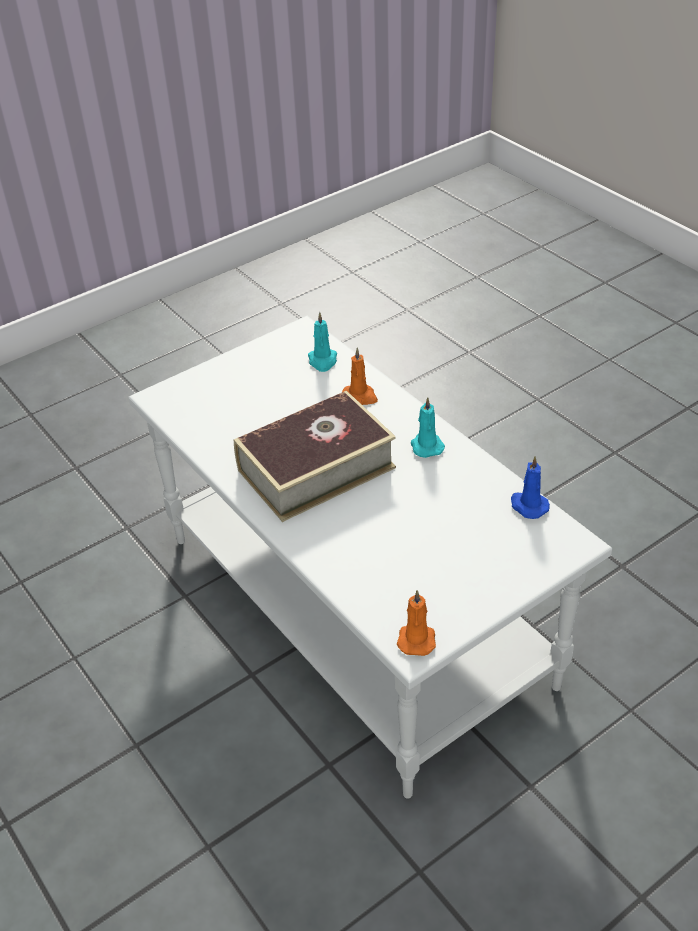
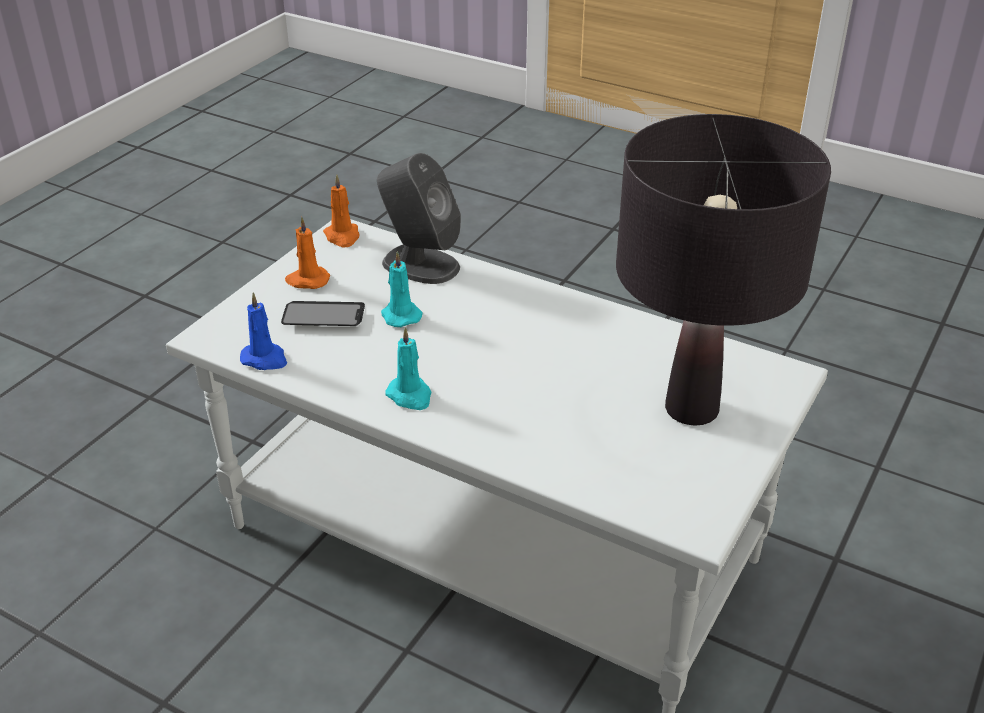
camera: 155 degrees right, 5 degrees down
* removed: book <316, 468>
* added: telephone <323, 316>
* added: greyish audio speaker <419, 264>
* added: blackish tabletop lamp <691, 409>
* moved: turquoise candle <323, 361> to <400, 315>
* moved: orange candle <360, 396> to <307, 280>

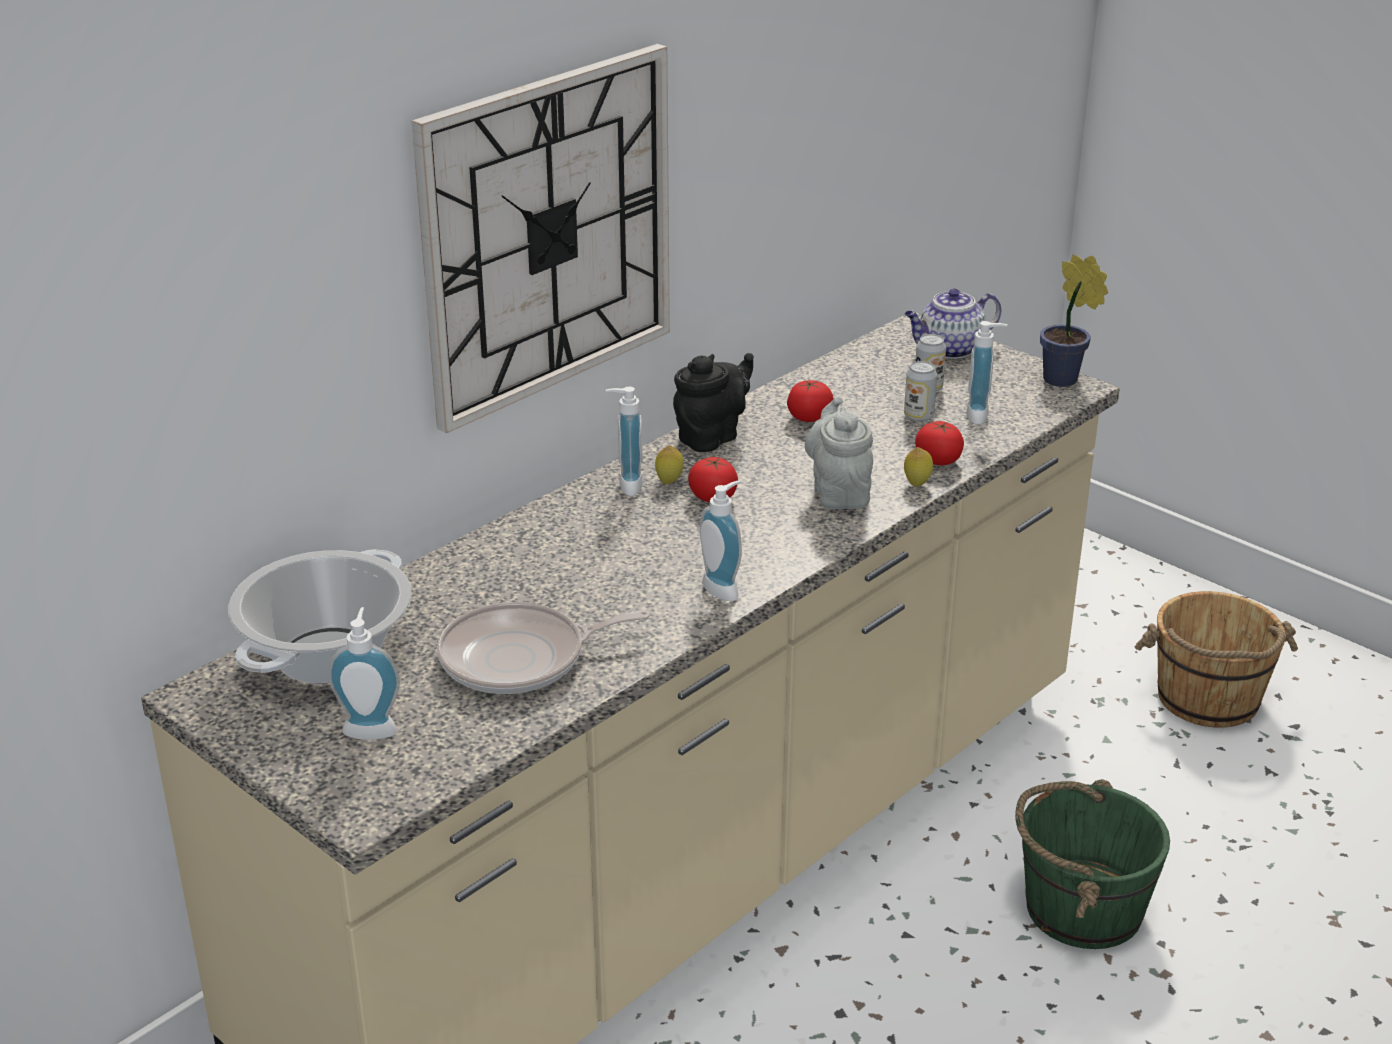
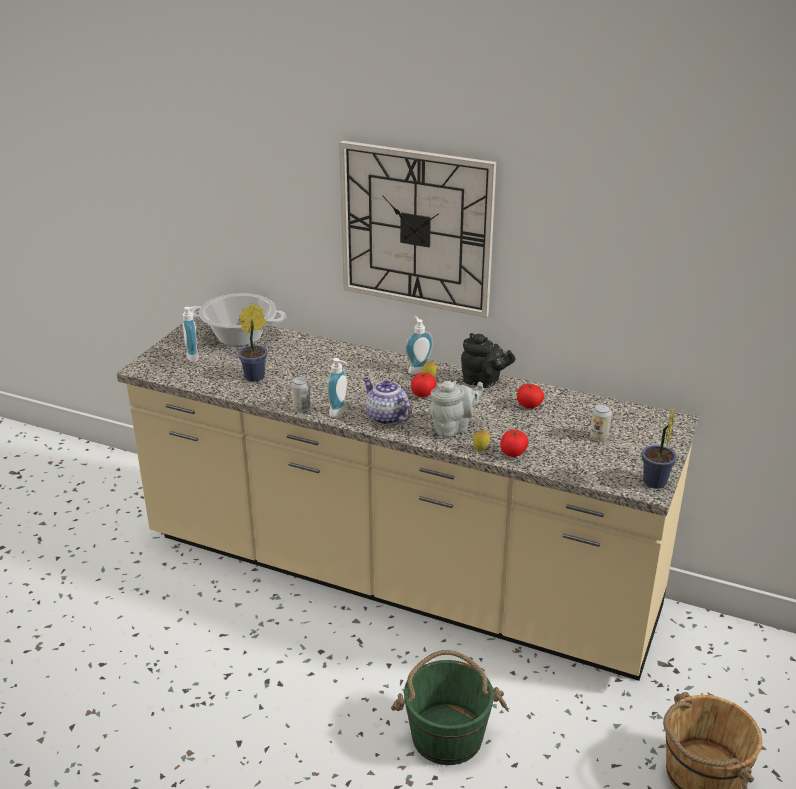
camera: 70 degrees right, 0 degrees up
* removed: soap bottle <982, 415>
* moved: sealed can <918, 416> to <301, 408>
* moved: tea pot <949, 349> to <385, 416>
* replaced: skillet <520, 659> to houseplant <257, 376>

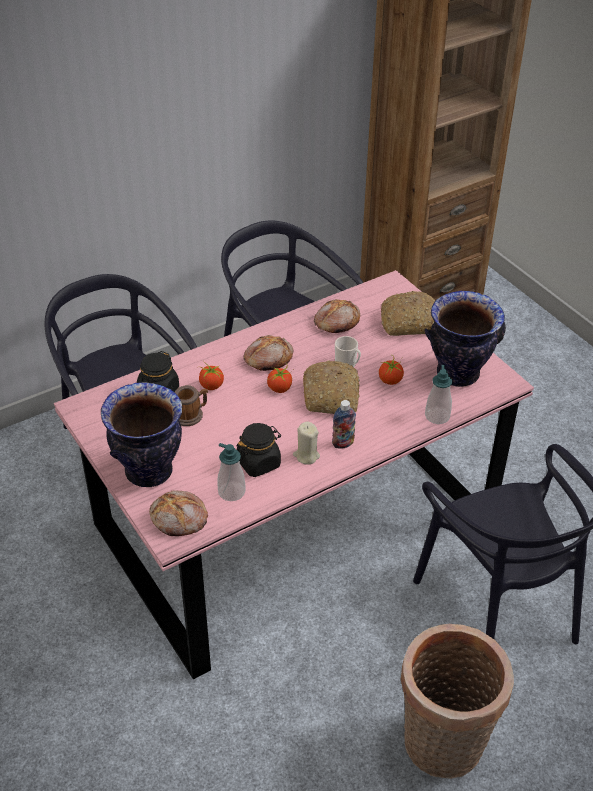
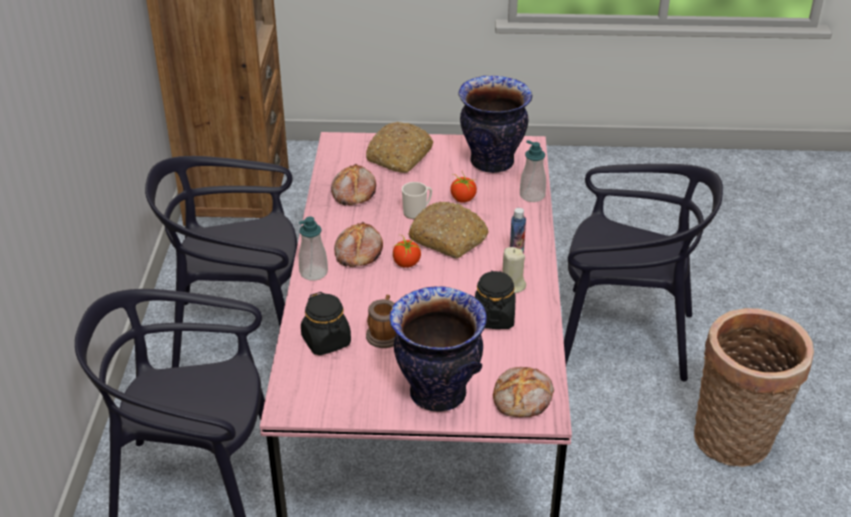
camera: 55 degrees left, 5 degrees down
* removed: whole tomato <211, 386>
* moved: soap bottle <231, 492> to <313, 272>

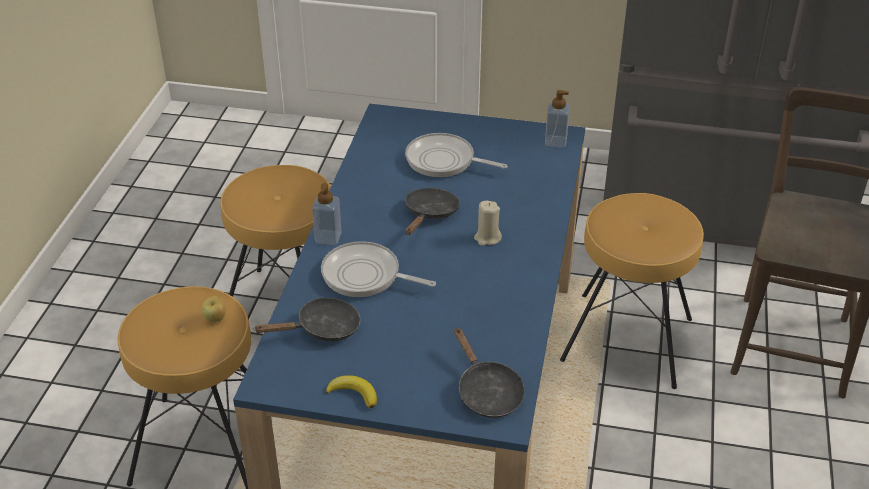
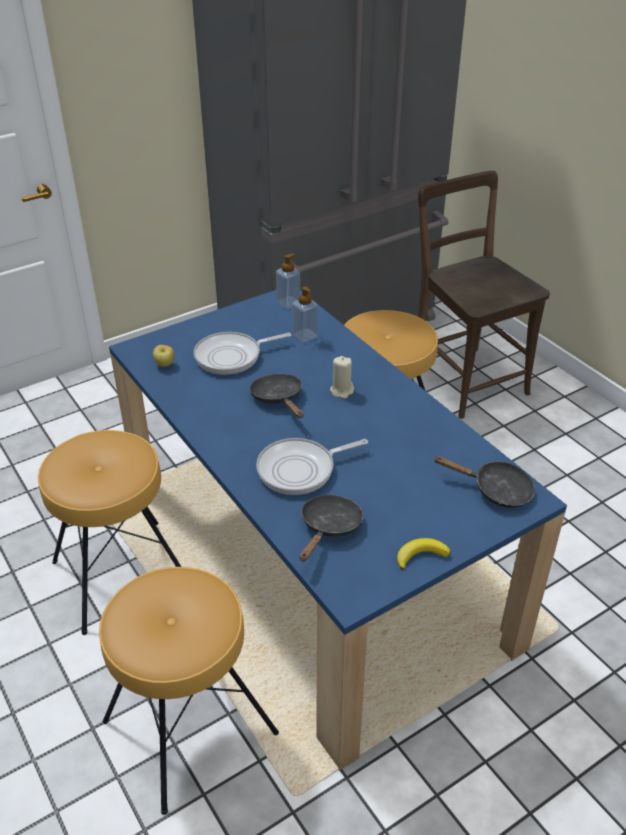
camera: 45 degrees left, 0 degrees up
* moved: whole apple <216, 318> to <165, 365>
* moved: soap bottle <328, 237> to <305, 336>

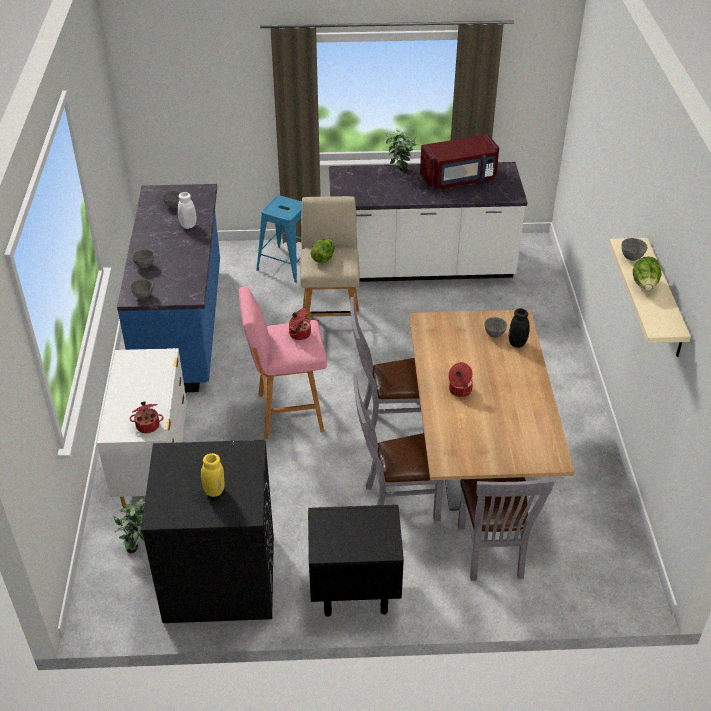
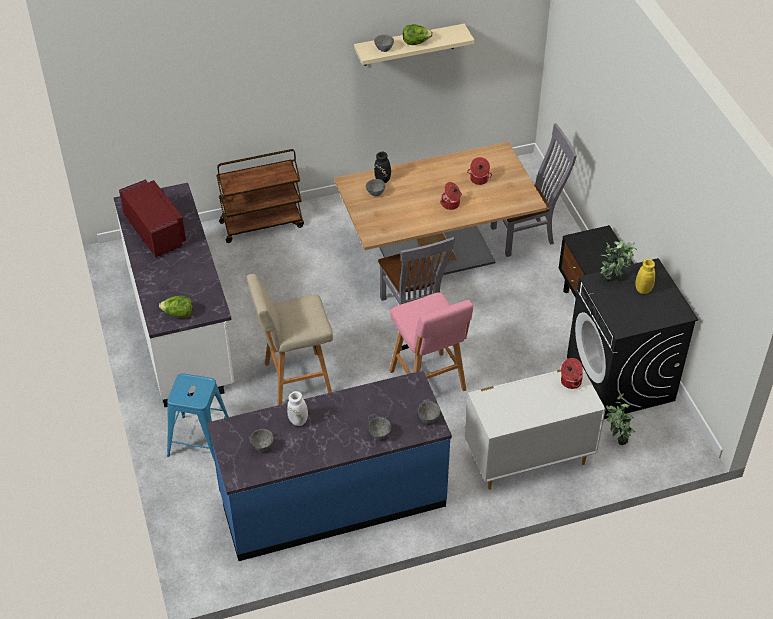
camera: 105 degrees left, 5 degrees up
* removed: greyish chair <397, 501>
* added: brownish wheeled cart <262, 224>
* moved: cooking pot <299, 333> to <479, 179>
* moved: lettuce head <323, 258> to <178, 314>
* moved: houseplant <400, 172> to <613, 279>

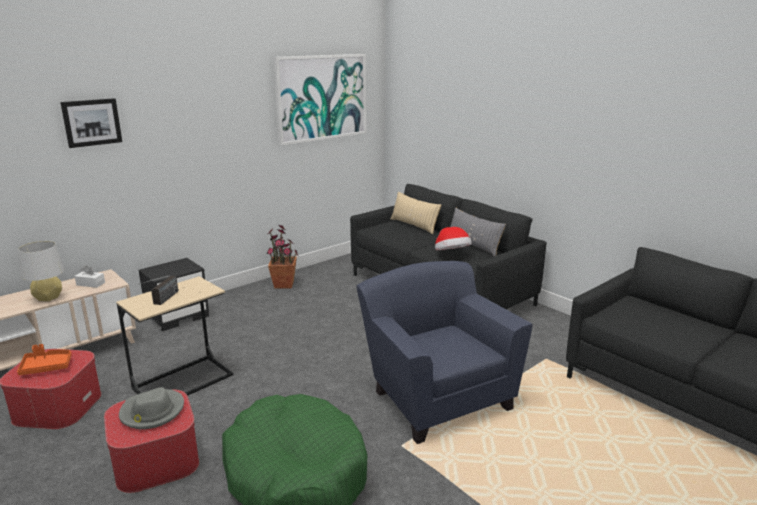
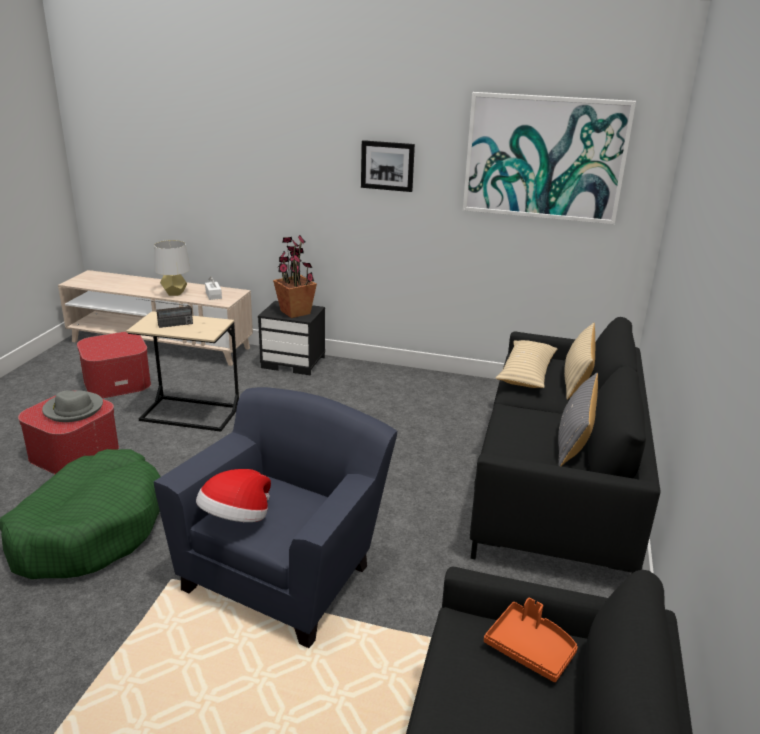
camera: 55 degrees right, 5 degrees up
* added: sand-coloured throw pillow <526, 373>
* moved: orange carrying tray <46, 367> to <530, 649>
* moved: wall art <91, 122> to <387, 165>
* moved: houseplant <284, 285> to <295, 312>
* moved: wearable hat <452, 254> to <236, 519>

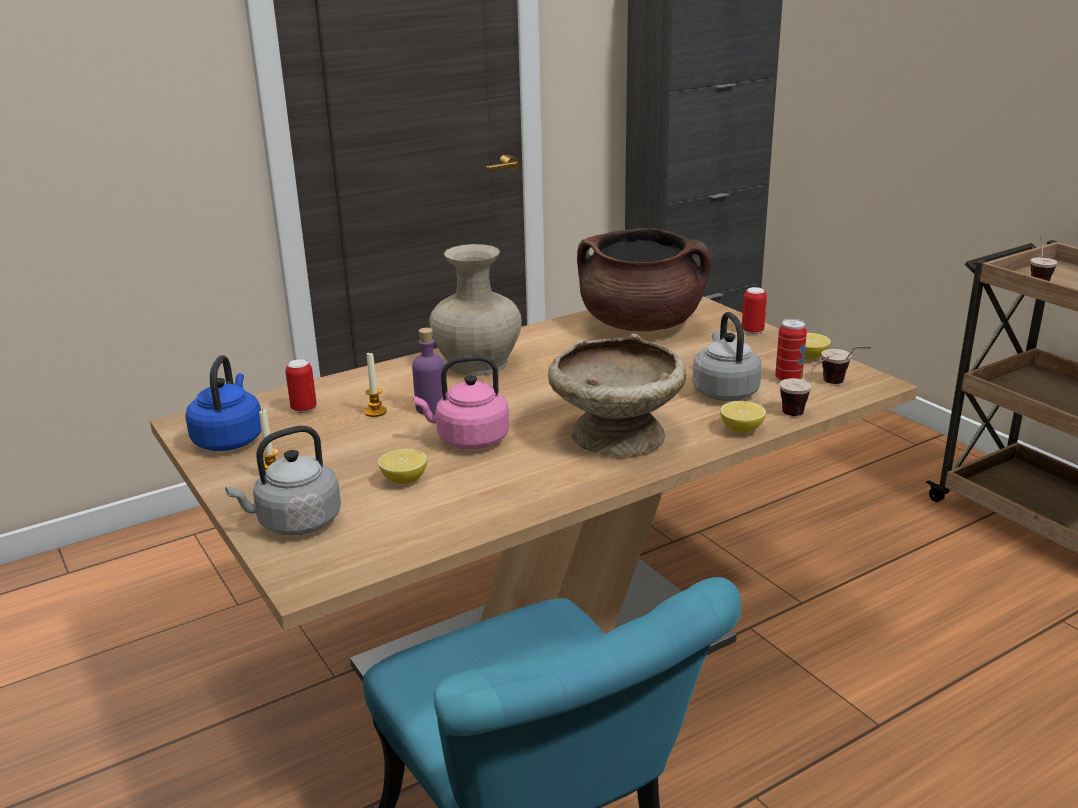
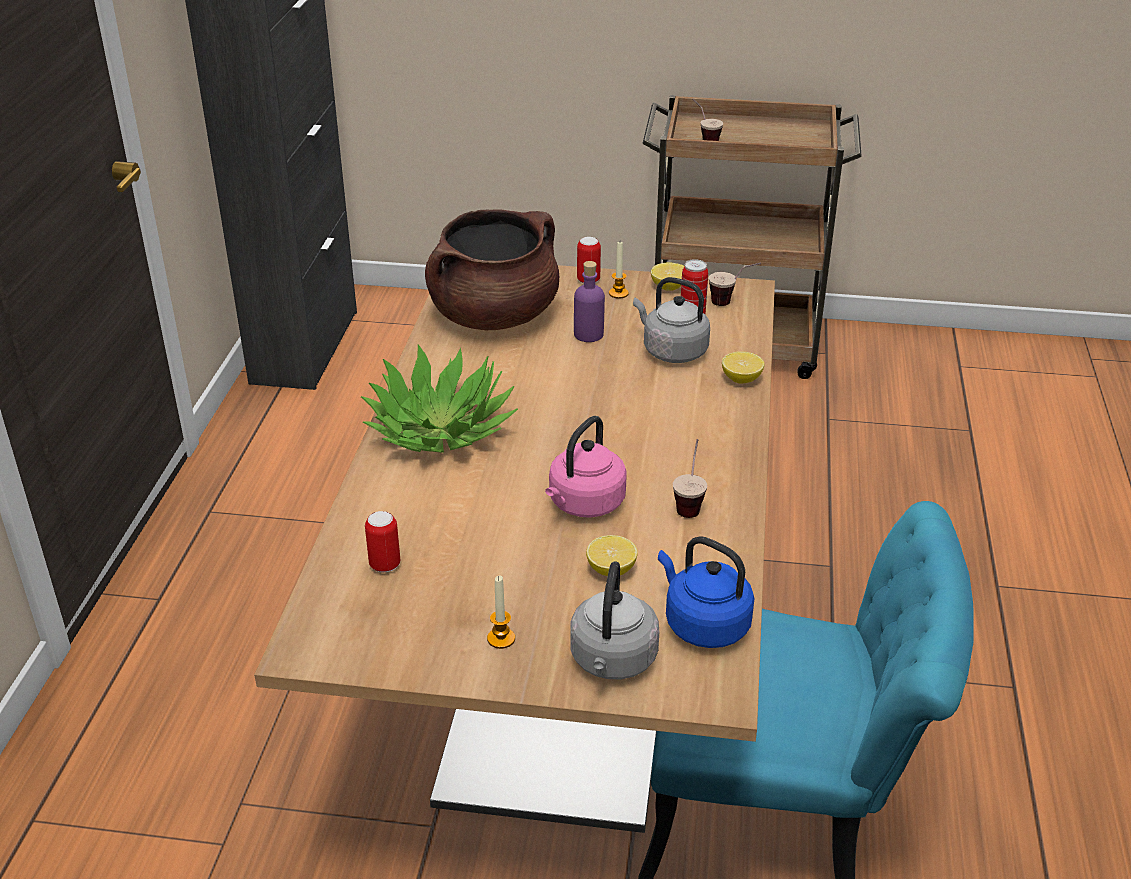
camera: 50 degrees left, 10 degrees up
* removed: sand-coloured deep dish <616, 434>
* moved: blue-coloured water kettle <229, 439> to <703, 624>
* moved: candle <375, 412> to <618, 293>
* moved: purplish bottle <431, 408> to <588, 334>
* moved: cup <802, 409> to <690, 502>
* replaced: sand-coloured decorative vase <477, 364> to houseplant <440, 429>

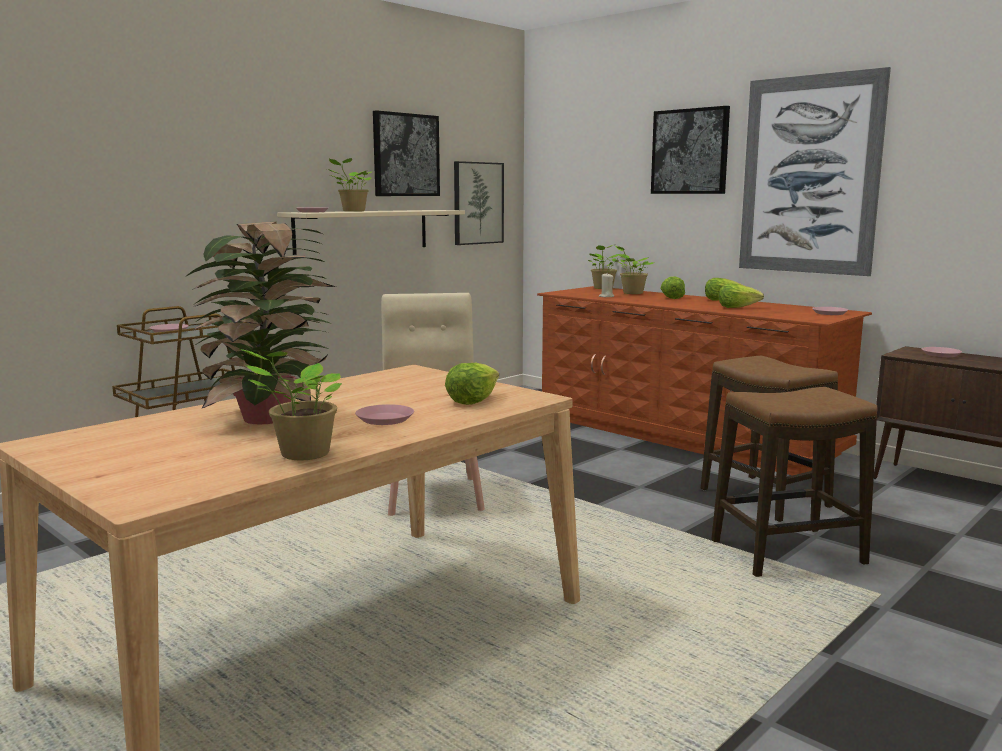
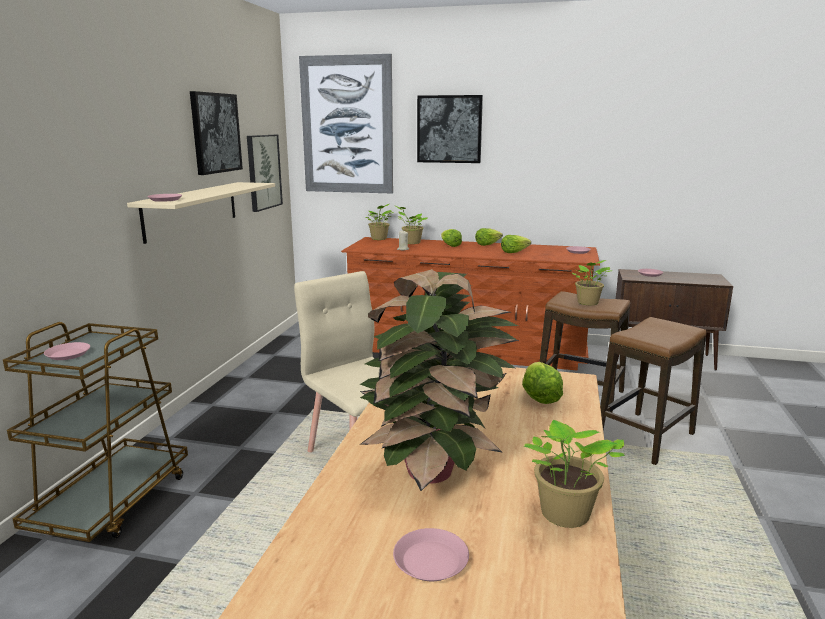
camera: 30 degrees left, 5 degrees up
* moved: houseplant <352, 211> to <588, 303>
* moved: pink-coloured plate <385, 419> to <430, 560>
* moved: wall art <809, 175> to <347, 125>

